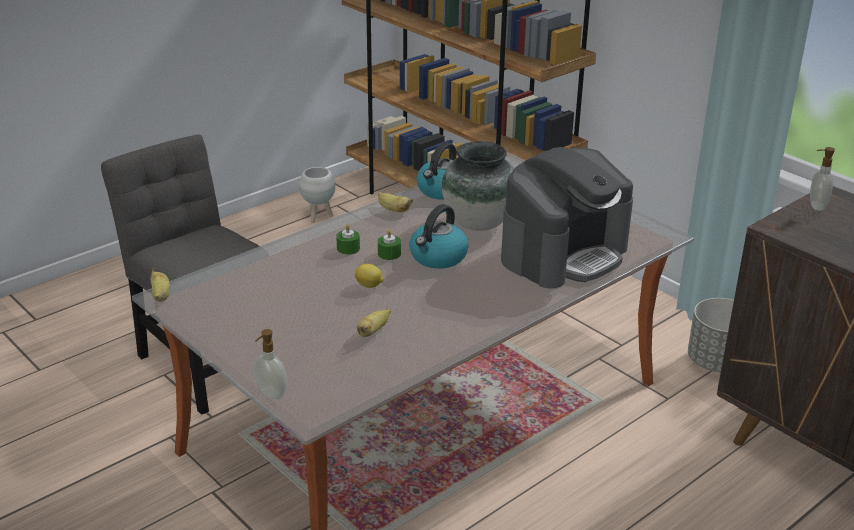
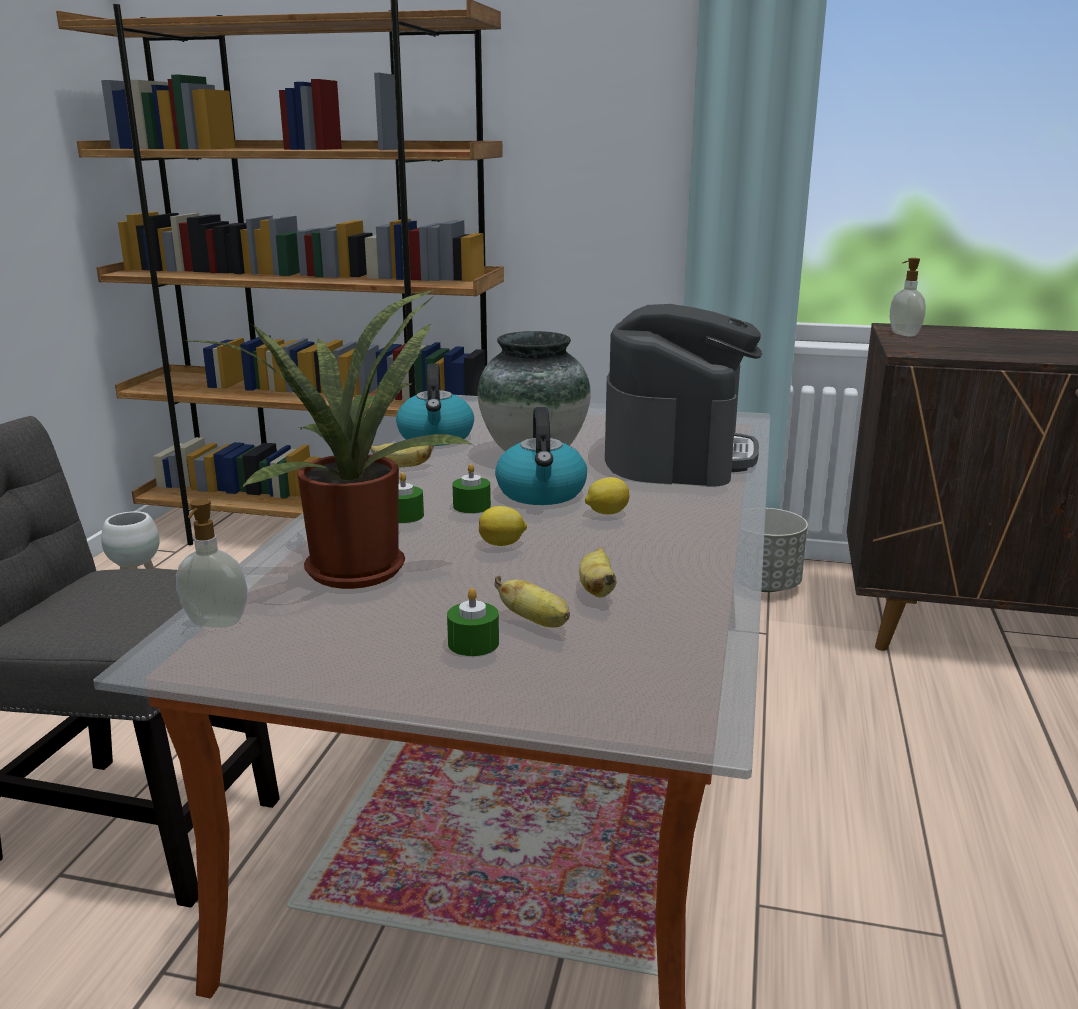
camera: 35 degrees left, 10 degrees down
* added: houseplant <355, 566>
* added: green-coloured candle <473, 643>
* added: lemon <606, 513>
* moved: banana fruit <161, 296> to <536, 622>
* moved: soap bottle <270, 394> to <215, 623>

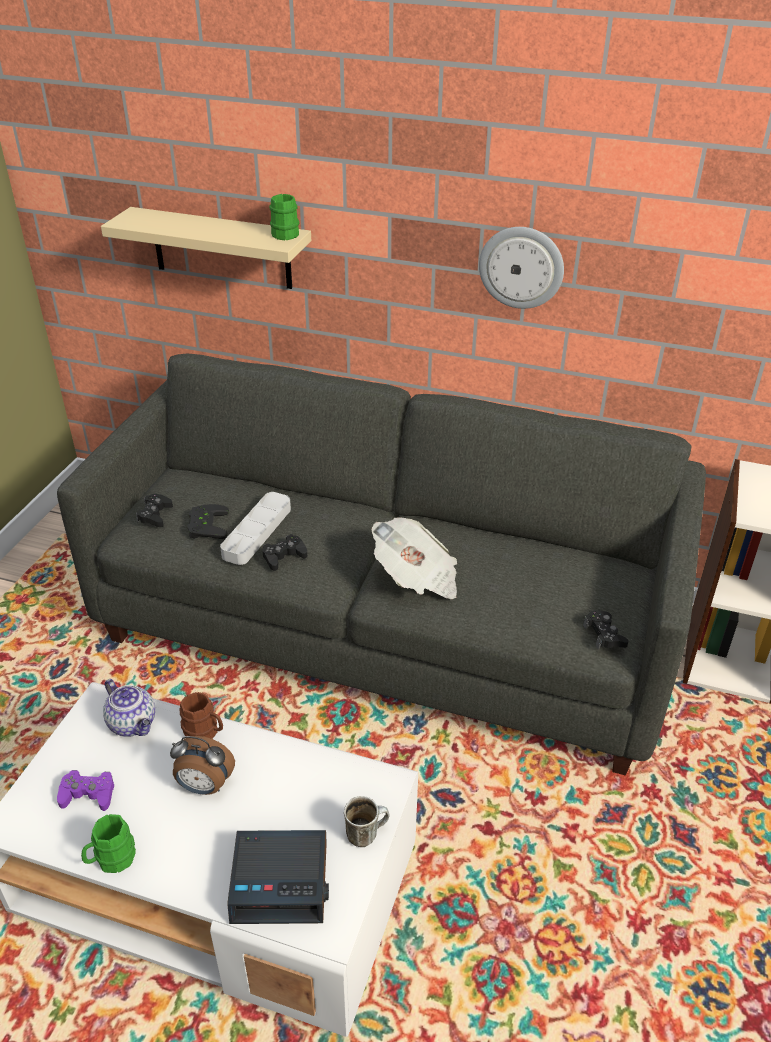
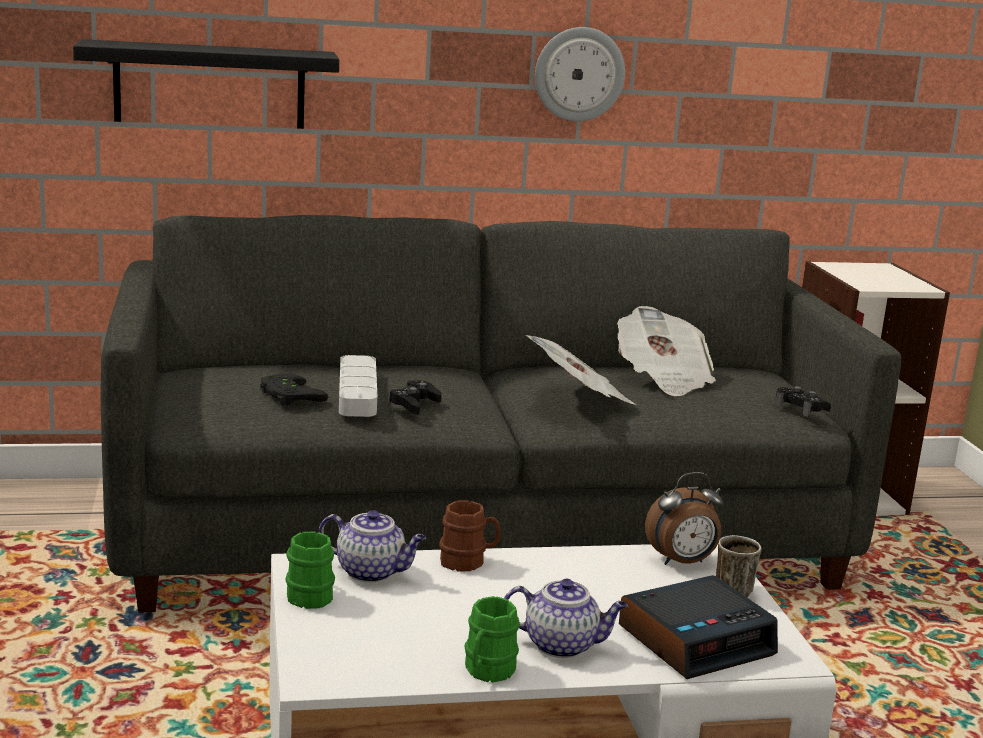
camera: 30 degrees left, 20 degrees down
* removed: purplish gamepad <88, 794>
* removed: blackish gamepad <155, 515>
* added: tea pot <562, 645>
* added: daily paper <663, 378>
* moved: alarm clock <204, 786> to <682, 562>
* moved: green-coloured tea mug <287, 233> to <309, 593>
* recoloured: sand-coloured bracket shelf <221, 248> to blackish bracket shelf <210, 85>

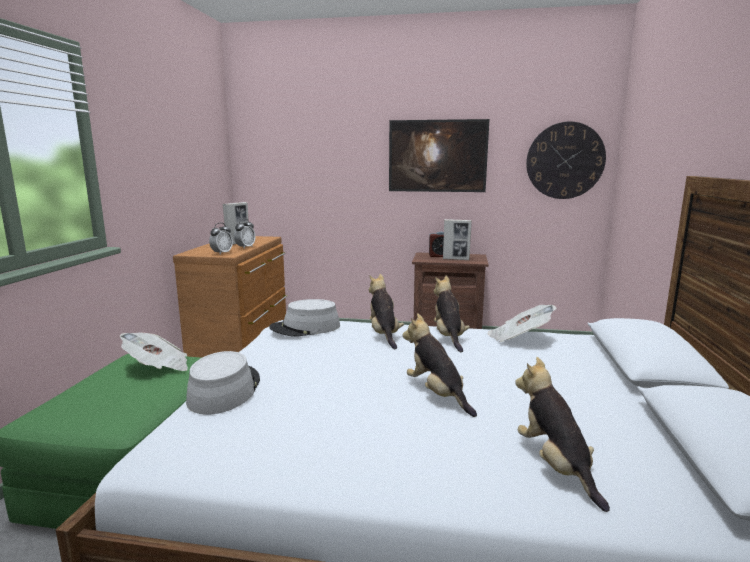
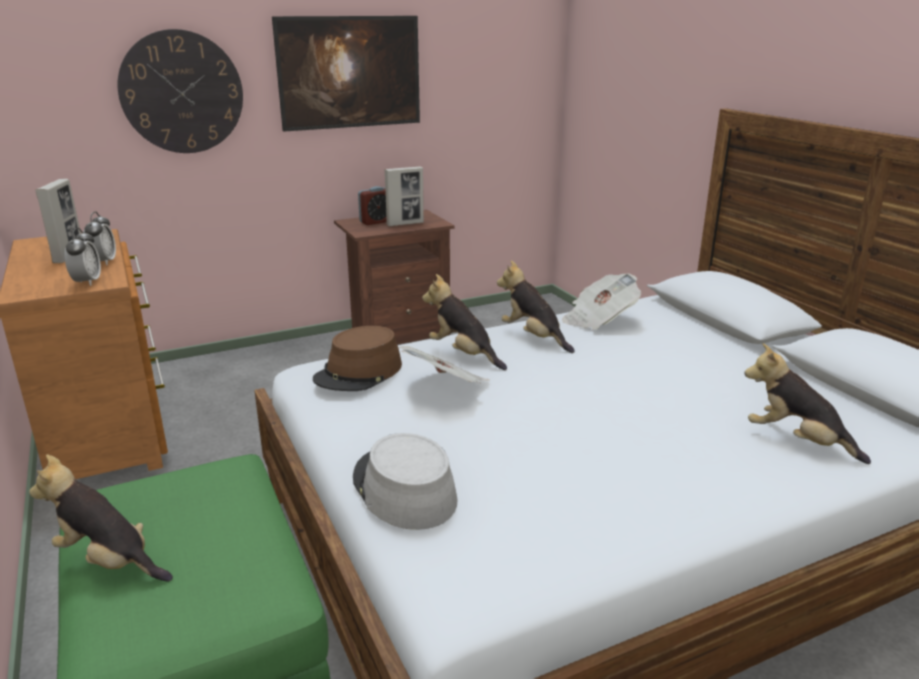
camera: 35 degrees left, 10 degrees up
* moved: daily paper <158, 367> to <445, 387>
* moved: cuddly toy <437, 394> to <109, 561>
* moved: hanging clock <565, 160> to <182, 92>
* recoloured: greyish wearable hat <305, 328> to brownish wearable hat <359, 372>

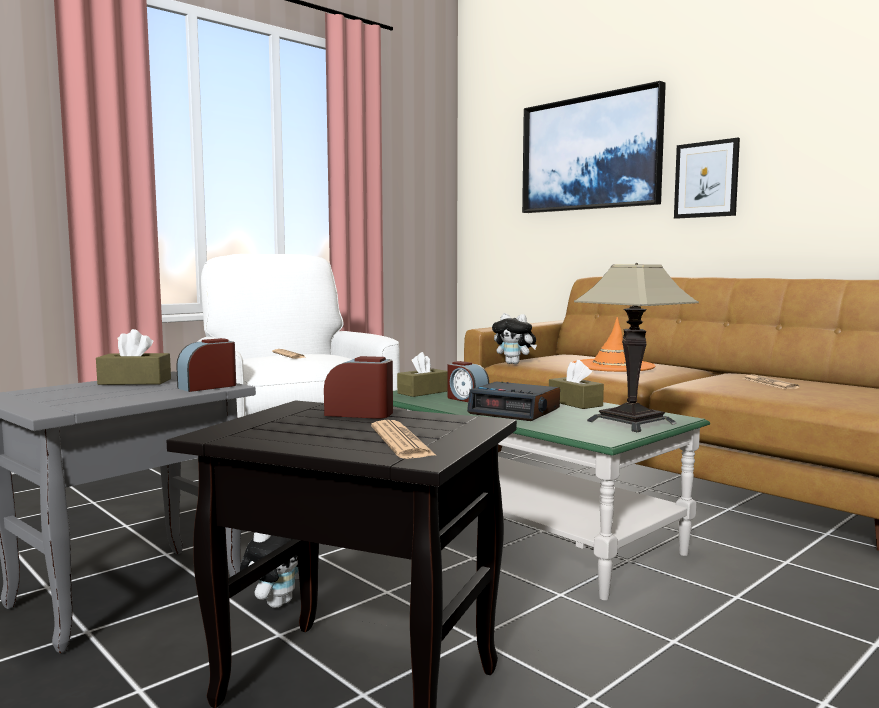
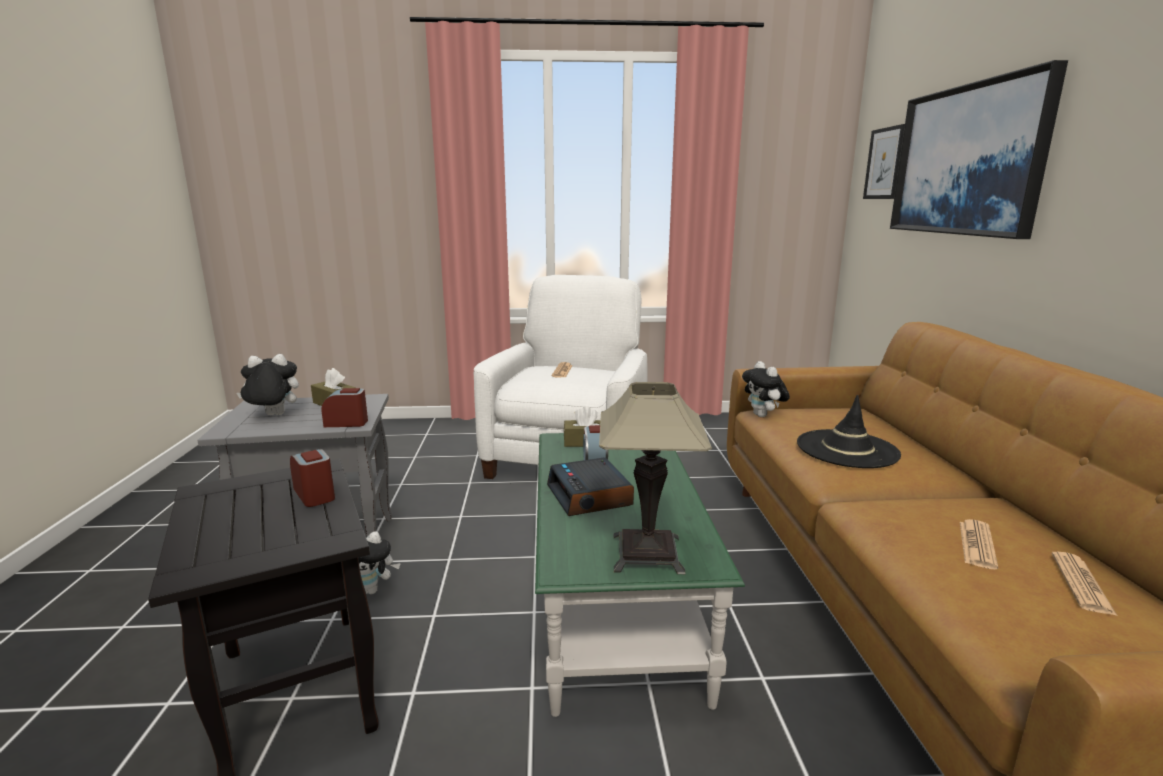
camera: 40 degrees right, 10 degrees up
* removed: brownish tissue holder <575, 403>
* added: cuddly toy <273, 416>
* moved: daily paper <401, 441> to <1081, 583>
* moved: wall art <706, 179> to <885, 163>
* recoloured: orange wearable hat <612, 366> to blackish wearable hat <847, 449>

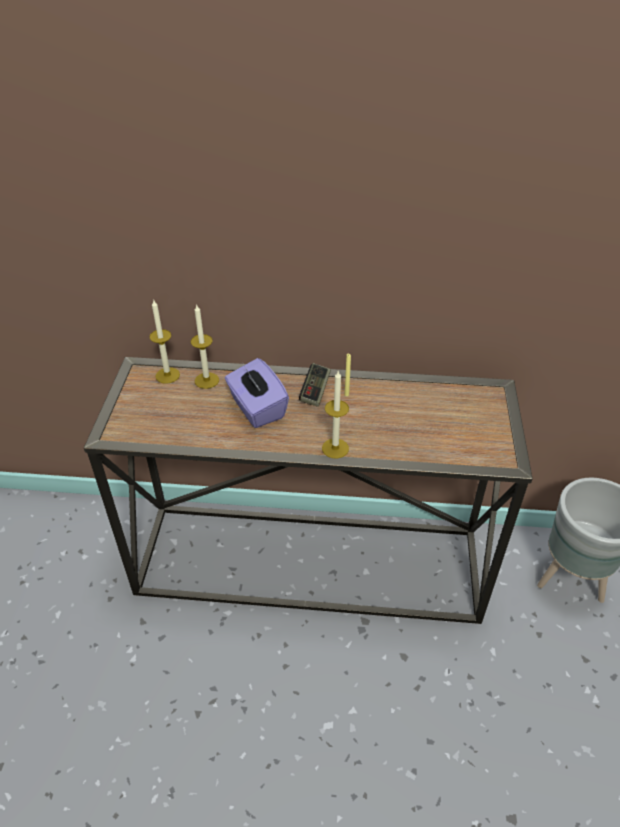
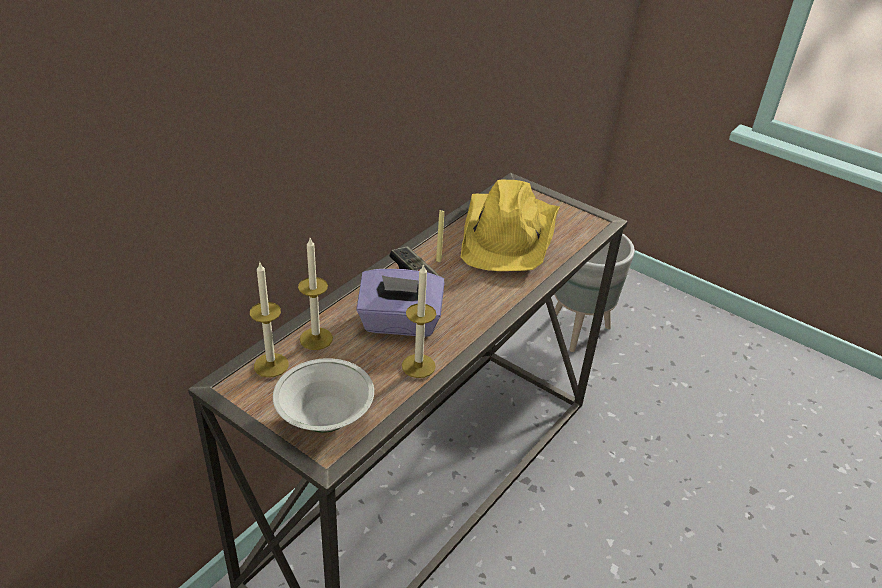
camera: 60 degrees left, 5 degrees down
* added: whitish deep dish <325, 419>
* added: yellowish wearable hat <509, 234>
* moved: candle <335, 448> to <418, 366>

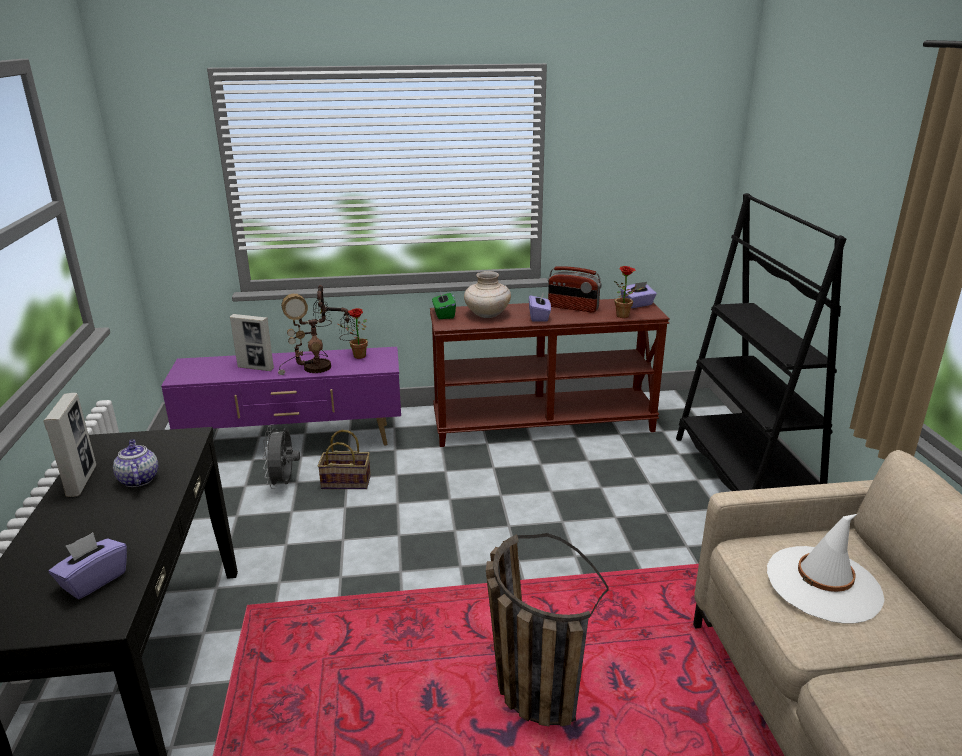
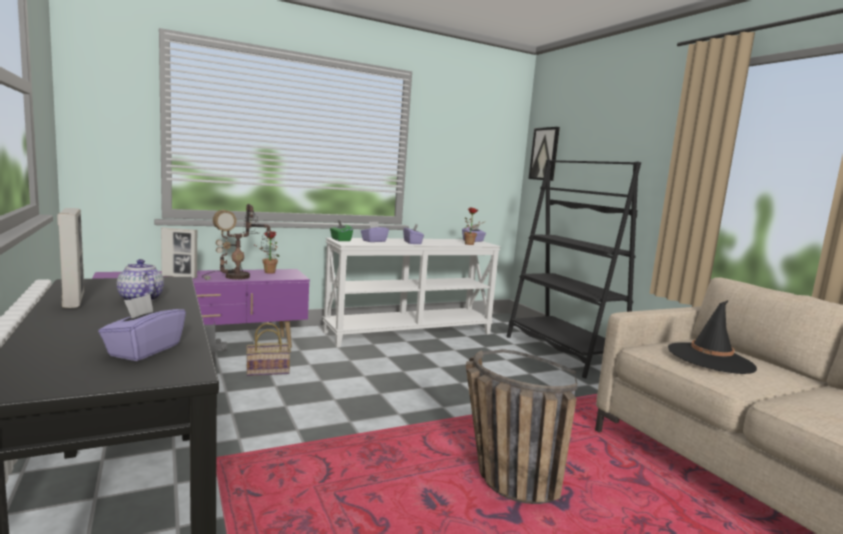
camera: 20 degrees left, 15 degrees down
* removed: radio set <573, 308>
* added: wall art <544, 154>
* replaced: sand-coloured decorative vase <487, 315> to purplish tissue holder <374, 241>
* recoloured: brownish narrow table <543, 424> to whitish narrow table <409, 333>
* recoloured: whitish wearable hat <823, 584> to blackish wearable hat <710, 359>

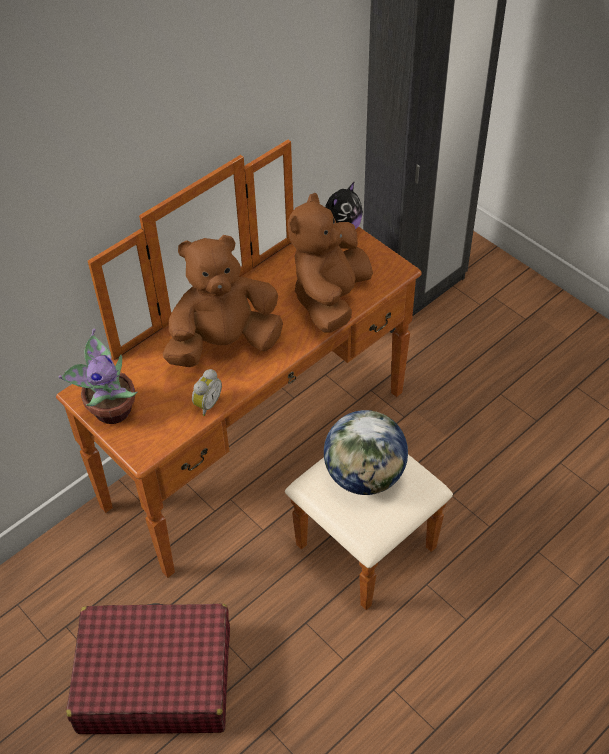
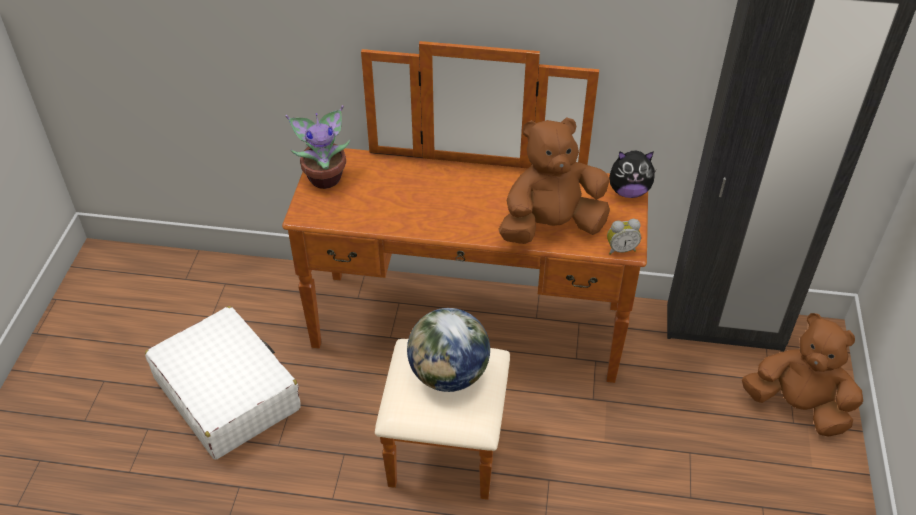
camera: 50 degrees right, 5 degrees down
* moved: brownish cuddly toy <224, 343> to <797, 406>
* moved: alarm clock <206, 404> to <621, 249>
* recoloured: red-coloured piece of luggage <154, 678> to whitish piece of luggage <227, 393>

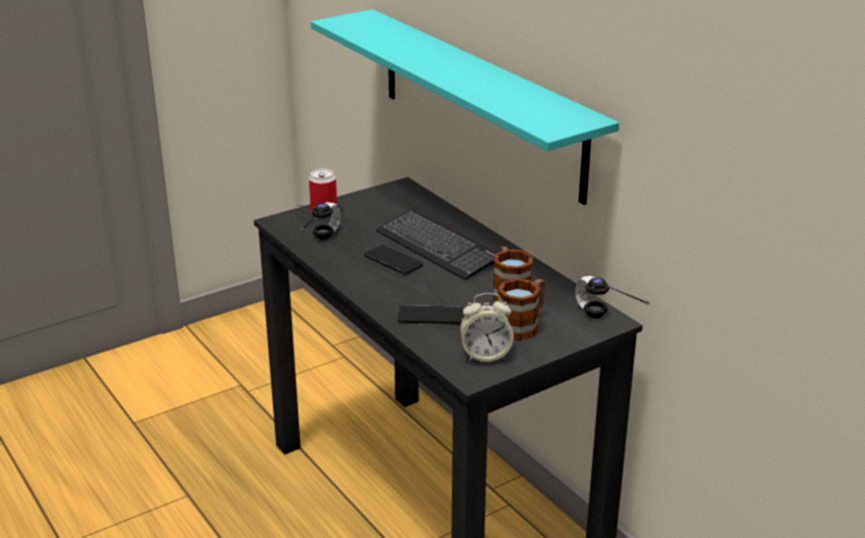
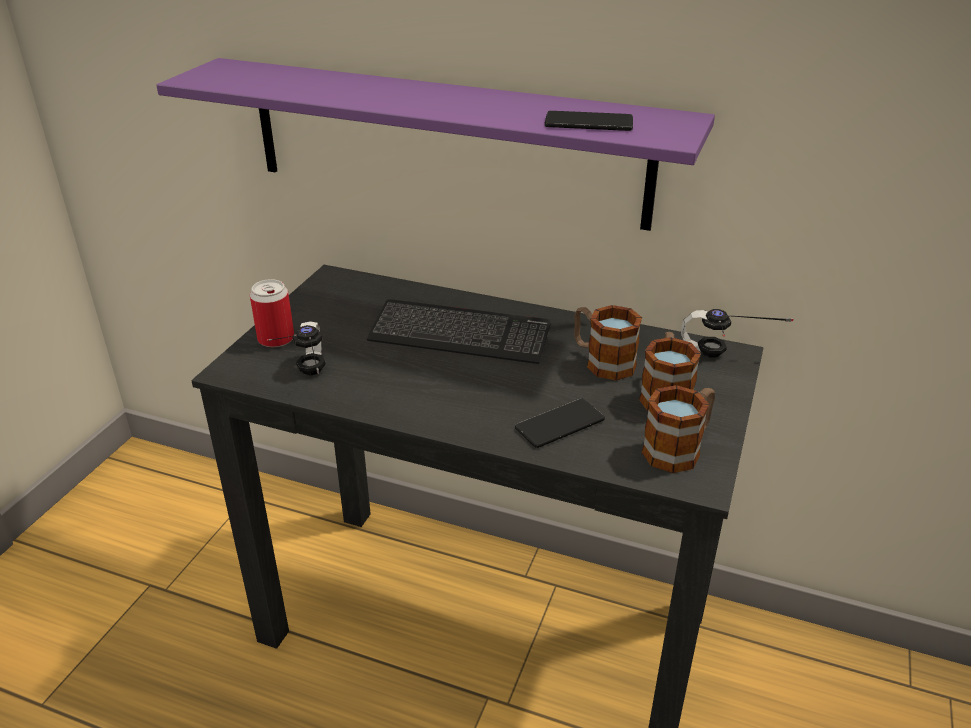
camera: 35 degrees left, 5 degrees up
* moved: telephone <393, 260> to <588, 123>
* replaced: alarm clock <485, 355> to tea mug <679, 448>
* recoloured: turquoise bracket shelf <479, 102> to purplish bracket shelf <445, 142>

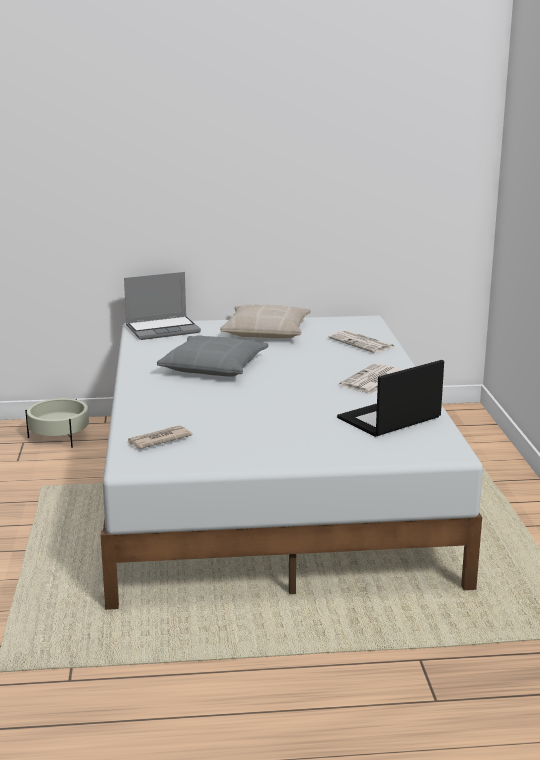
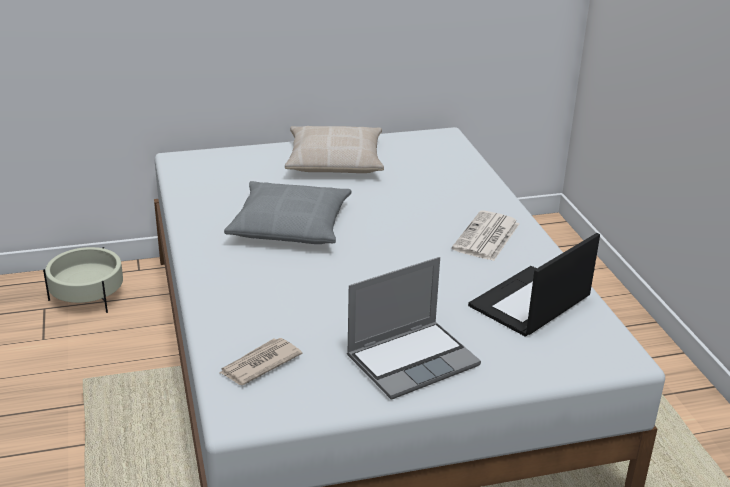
camera: 10 degrees left, 10 degrees up
* removed: daily paper <362, 343>
* moved: notebook computer <163, 329> to <413, 360>

